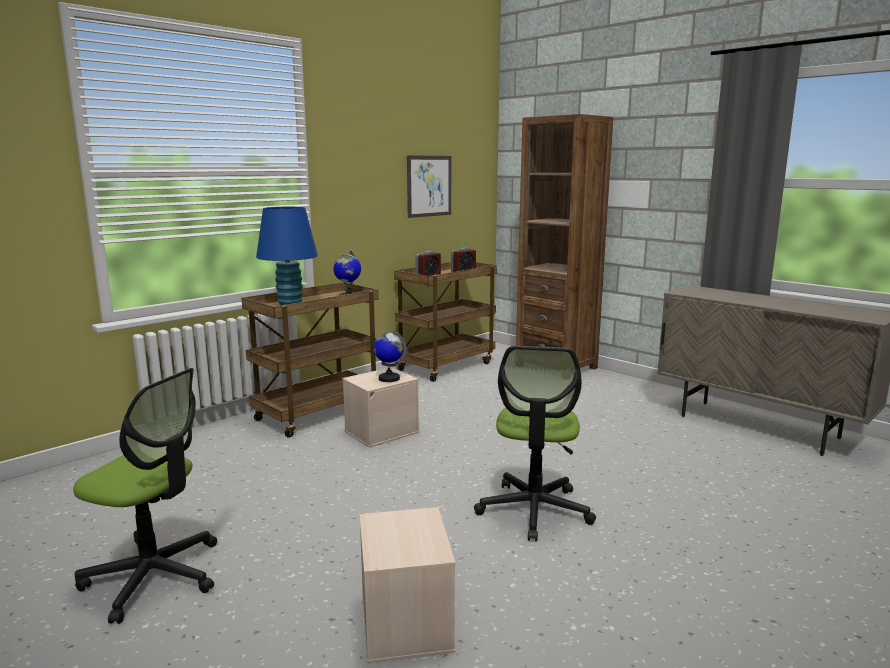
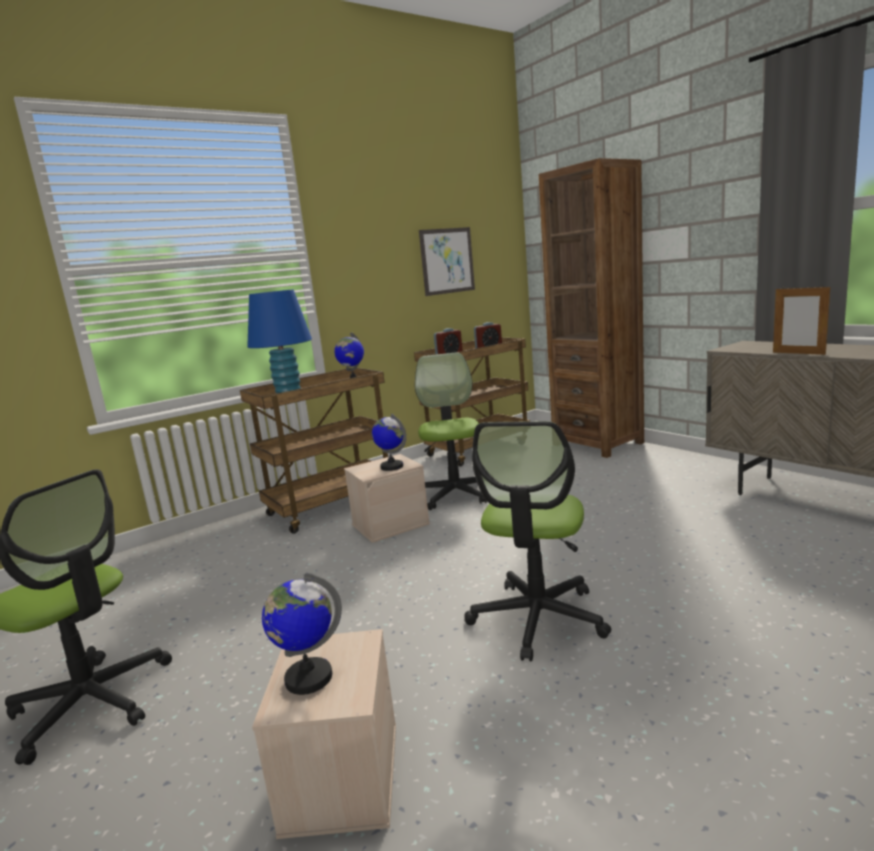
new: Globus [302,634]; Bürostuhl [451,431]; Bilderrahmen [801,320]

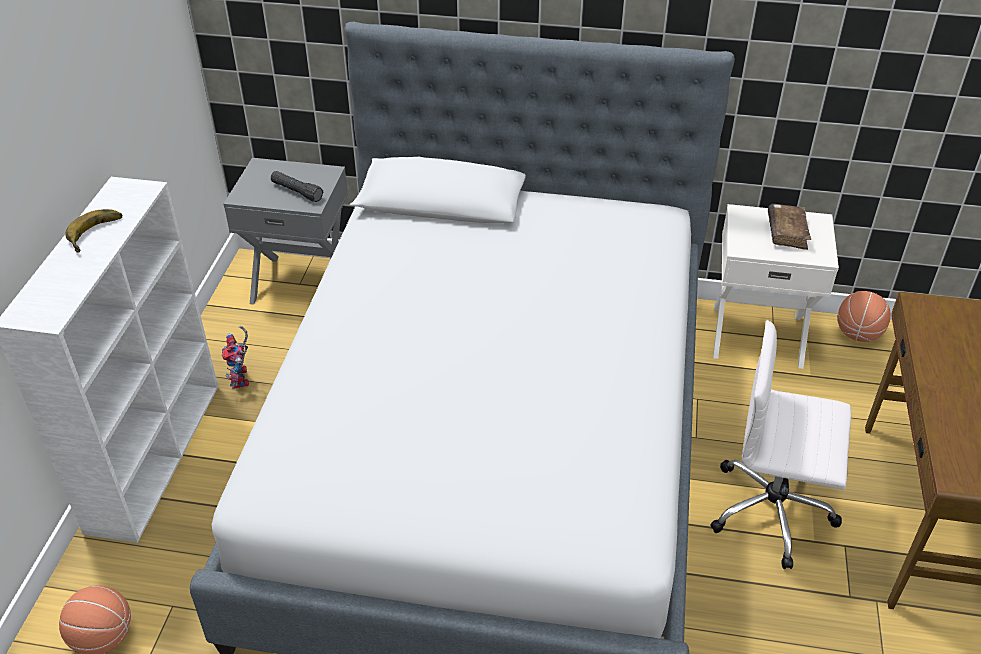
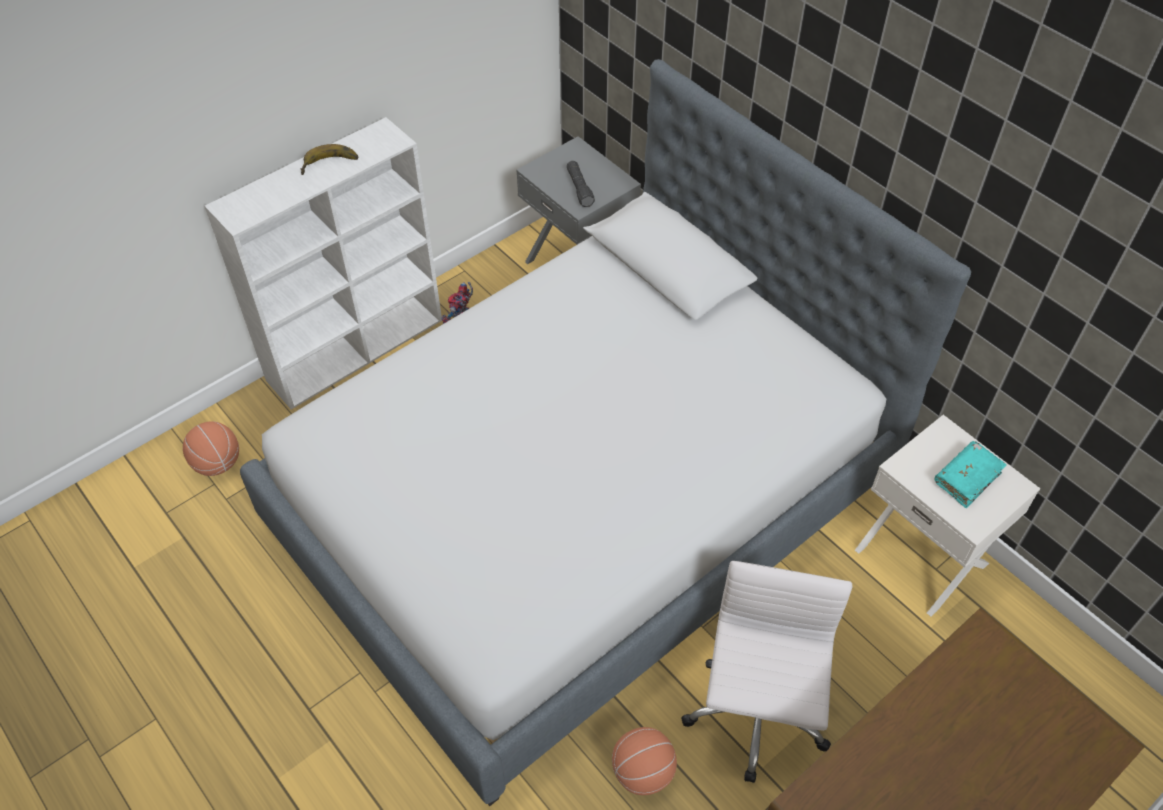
shifted: Basketball [864,316] to [644,761]
repainted: Buch/braun [789,227] to Buch/türkis [971,475]
rotated: Bürostuhl/weiß [780,444] = [767,672] 45 degrees clockwise

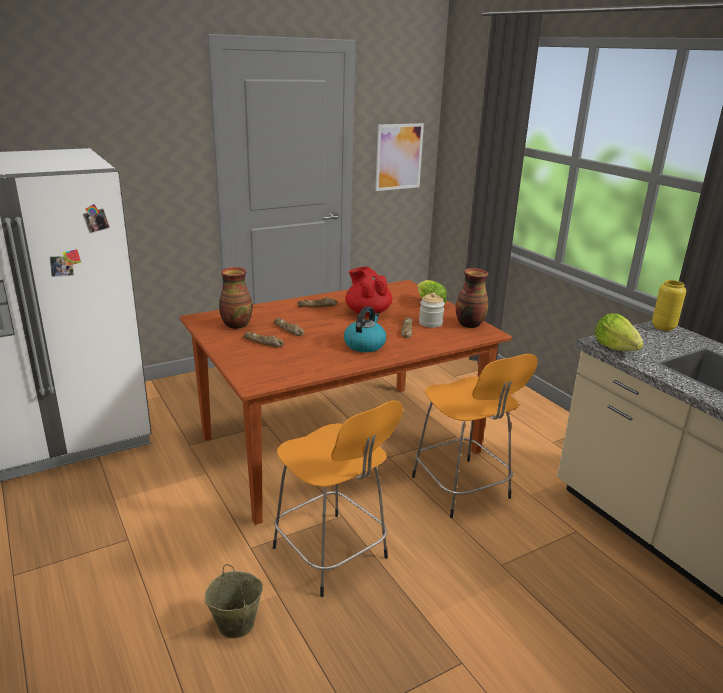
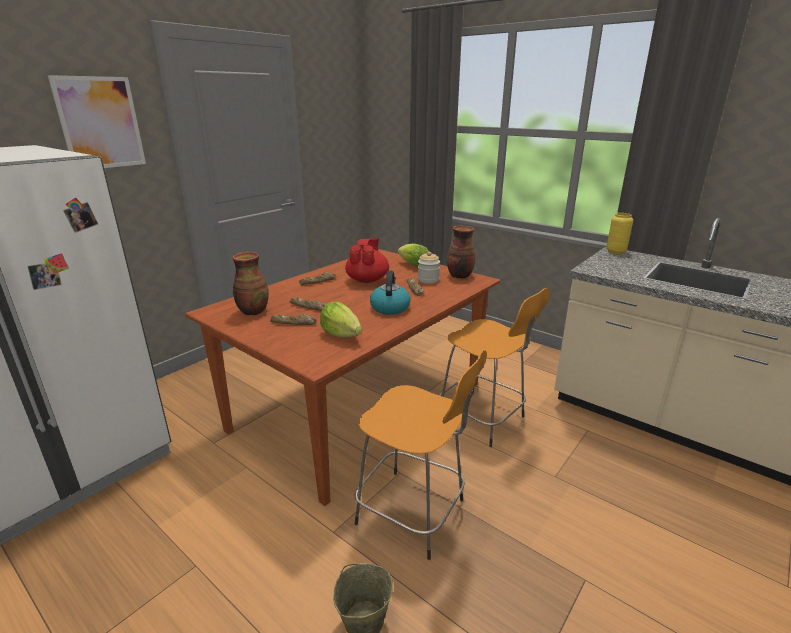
shifted: Bild [399,157] to [97,121]; Salatkopf [619,332] to [341,319]
rotated: Teekanne/rot [368,291] = [367,260] 60 degrees clockwise

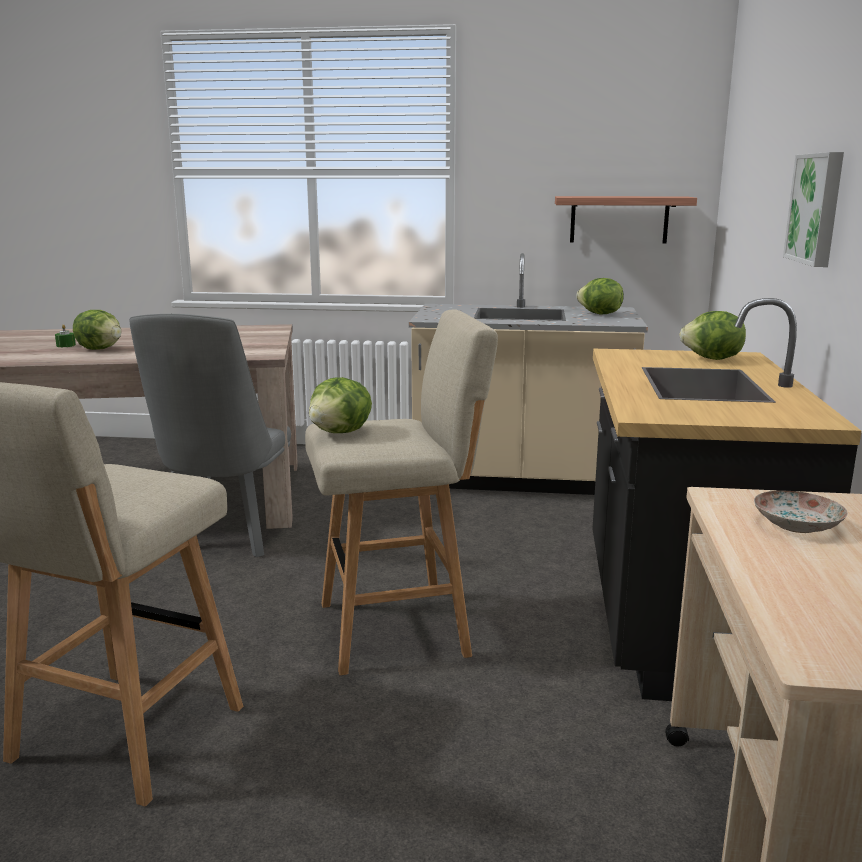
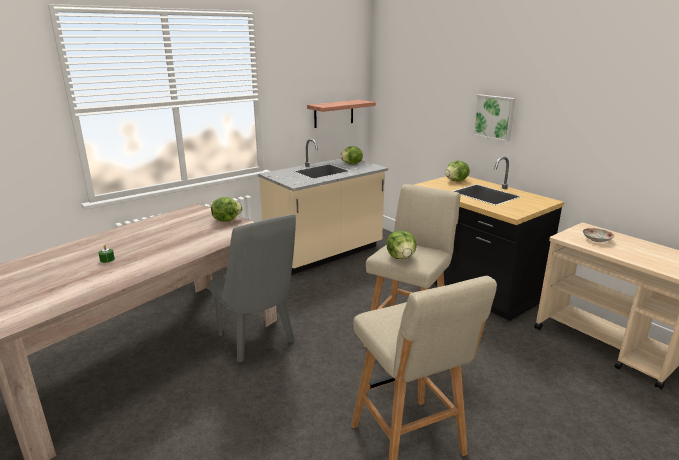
shifted: Salatkopf [97,330] to [227,209]

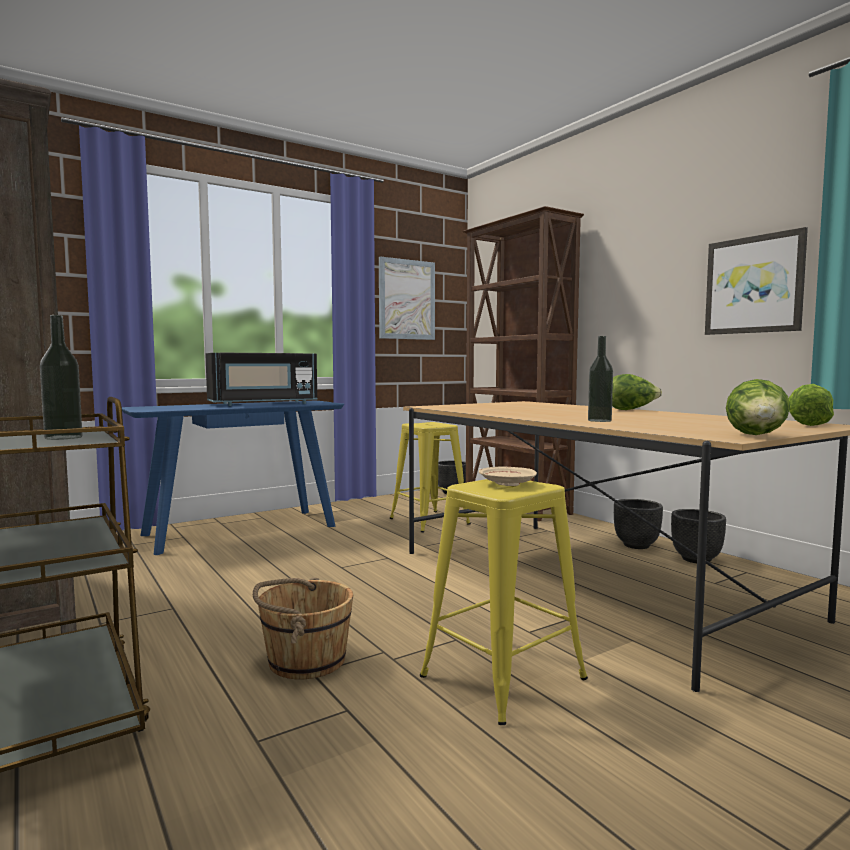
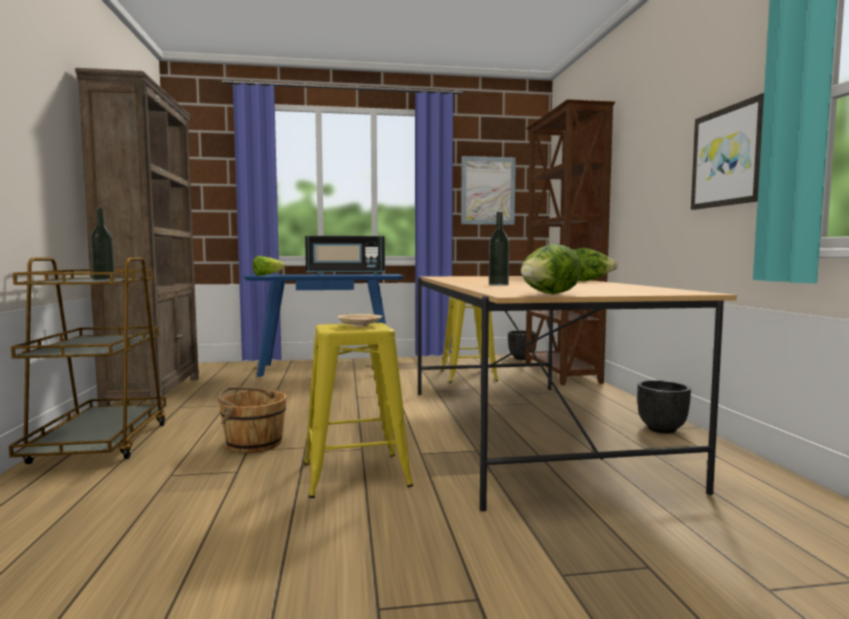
gone: Pflanzkübel/schwarz [638,524]
shifted: Salatkopf [811,405] to [269,266]

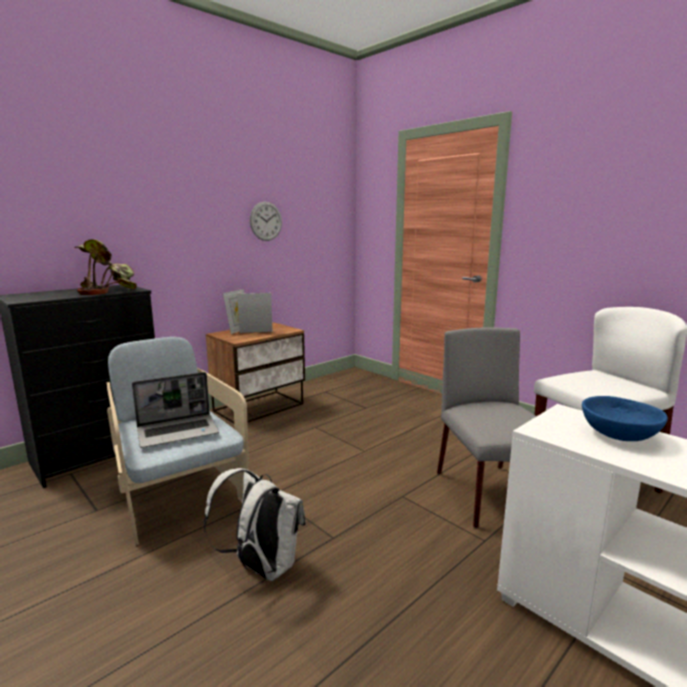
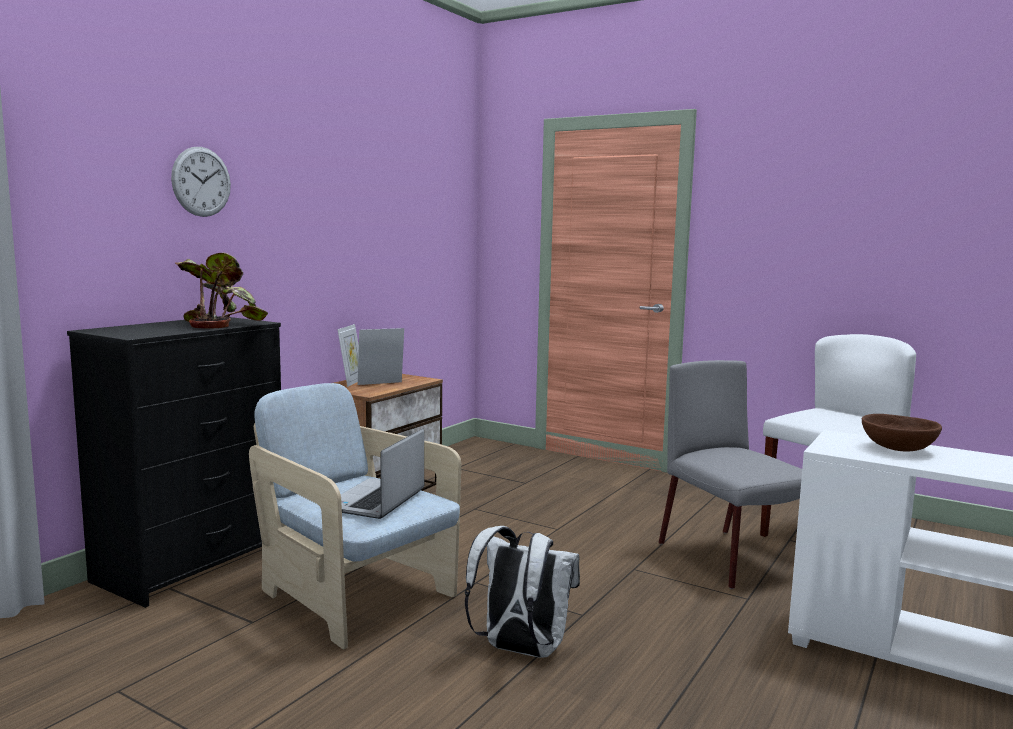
shifted: Wanduhr [266,221] to [201,182]
repainted: Schüssel/blau [625,418] to Schüssel/braun [902,433]
rotated: Laptop [175,410] = [382,474] 150 degrees clockwise

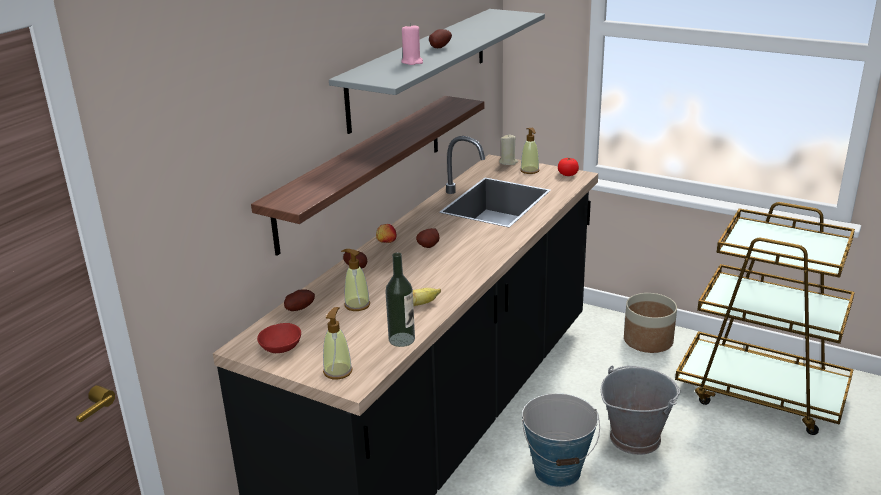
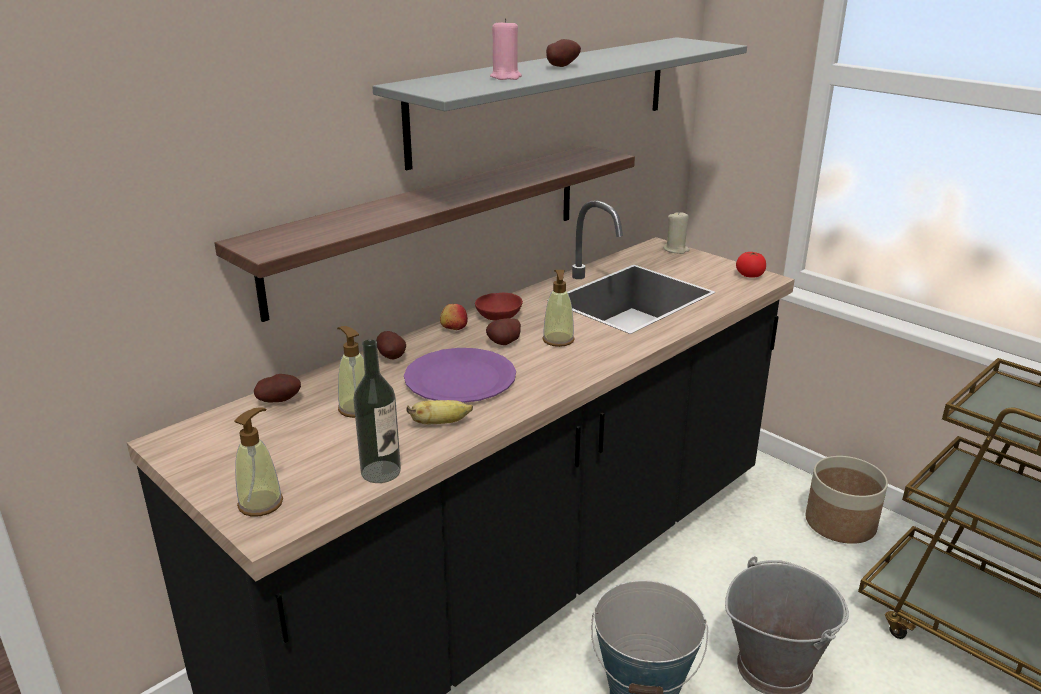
new: Teller/lila [460,375]
shifted: Schüssel/rot [279,338] to [499,306]; Seifenspender [530,150] to [558,308]

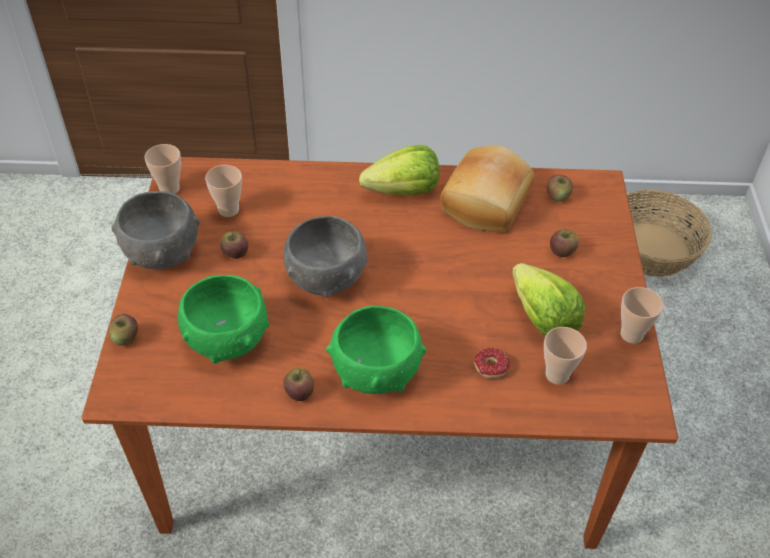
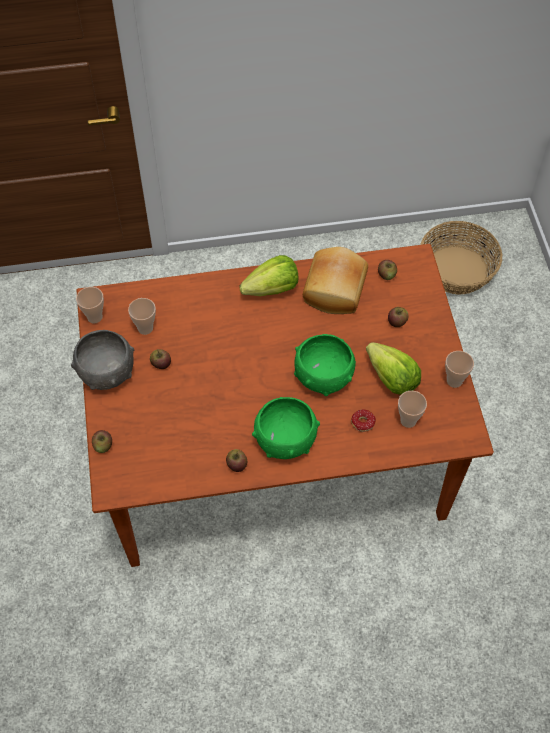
gone: Schüssel/grau [325,256]
shifted: Schüssel/grün [223,319] to [325,365]

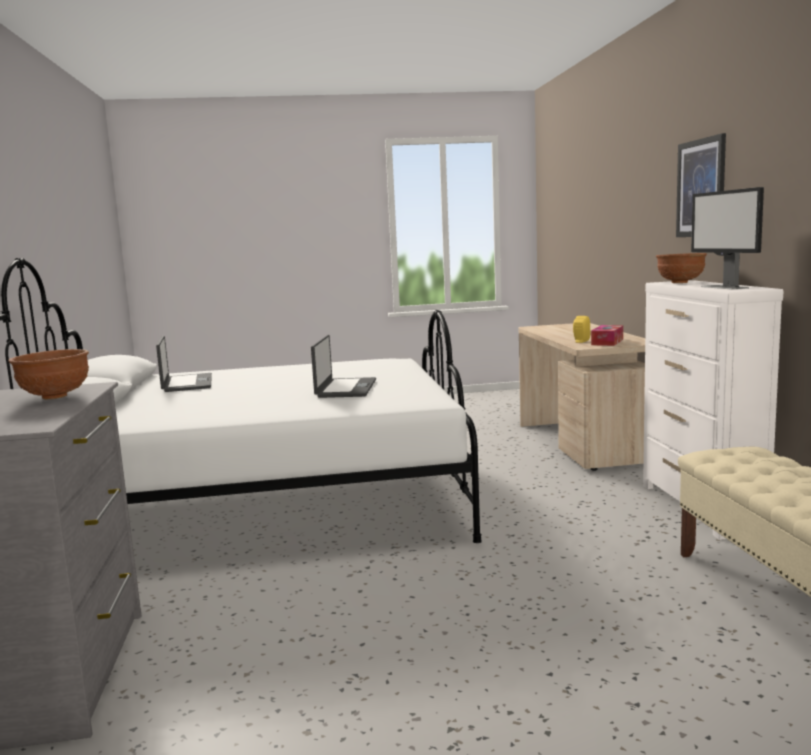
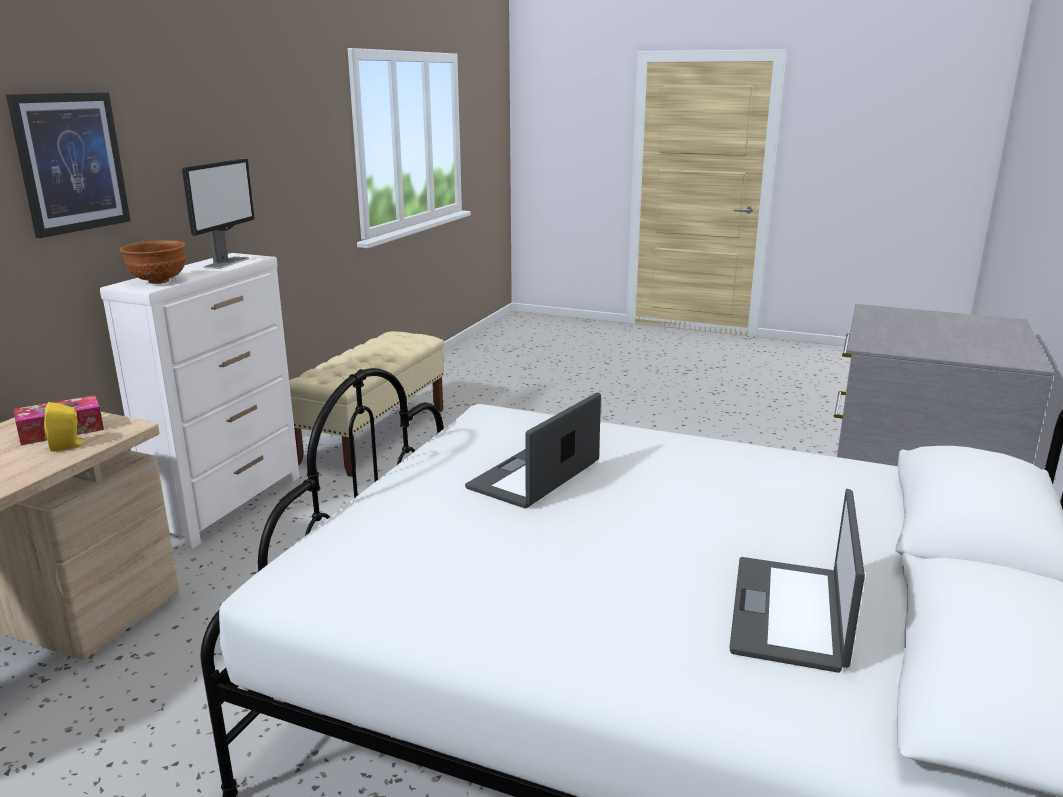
gone: Schüssel/braun [48,374]

